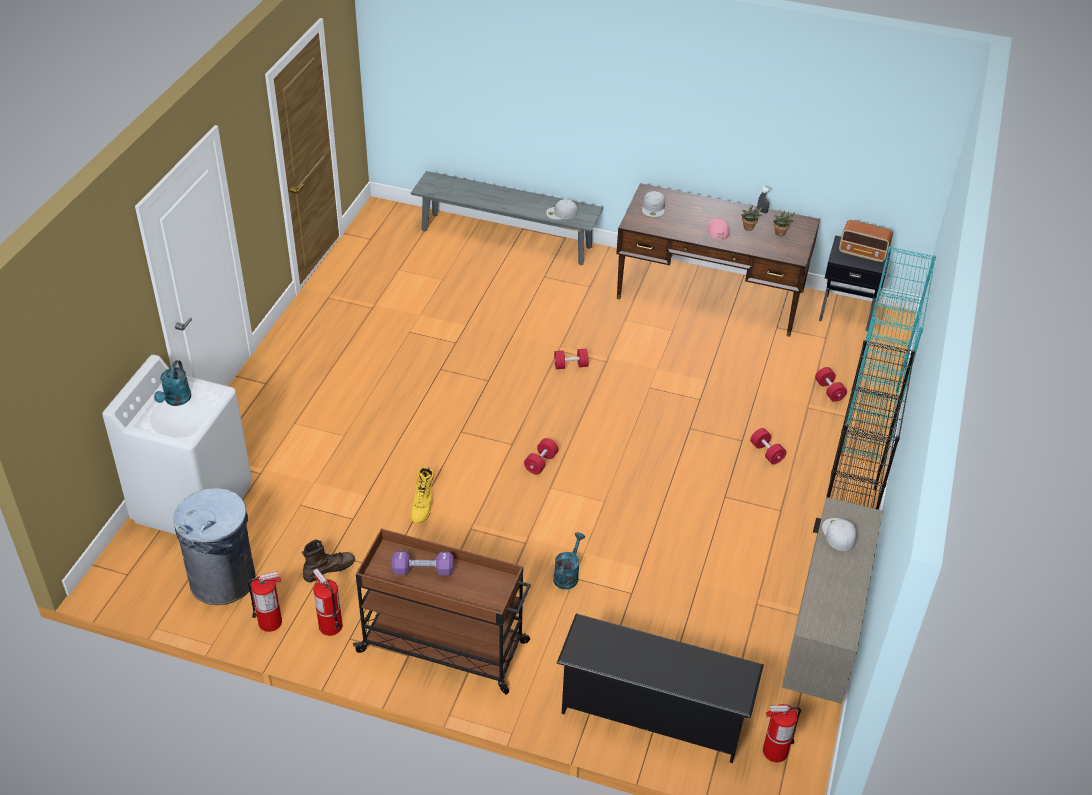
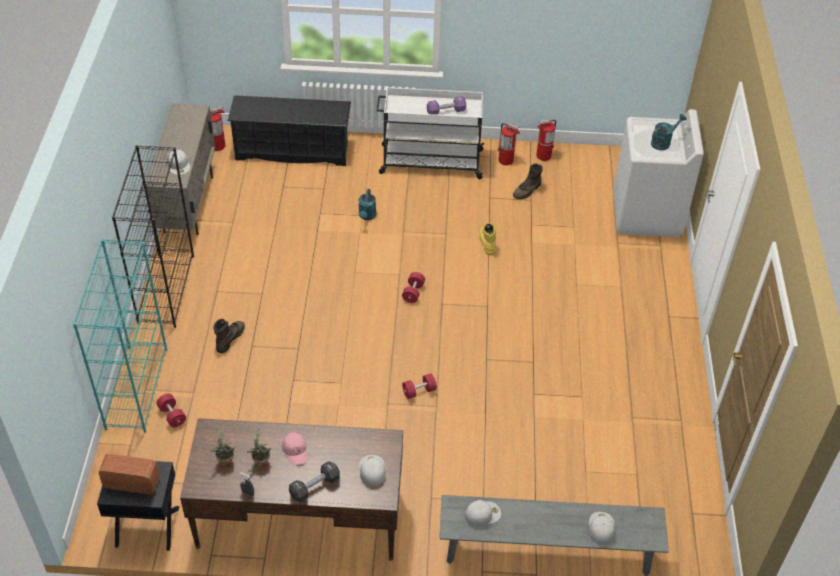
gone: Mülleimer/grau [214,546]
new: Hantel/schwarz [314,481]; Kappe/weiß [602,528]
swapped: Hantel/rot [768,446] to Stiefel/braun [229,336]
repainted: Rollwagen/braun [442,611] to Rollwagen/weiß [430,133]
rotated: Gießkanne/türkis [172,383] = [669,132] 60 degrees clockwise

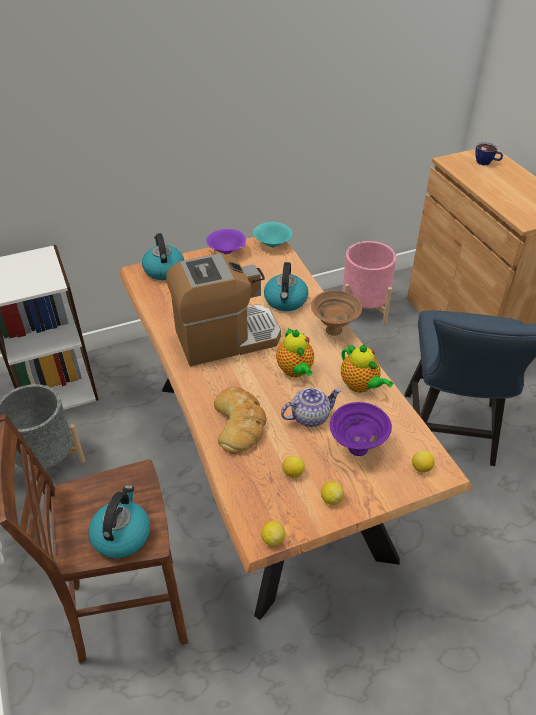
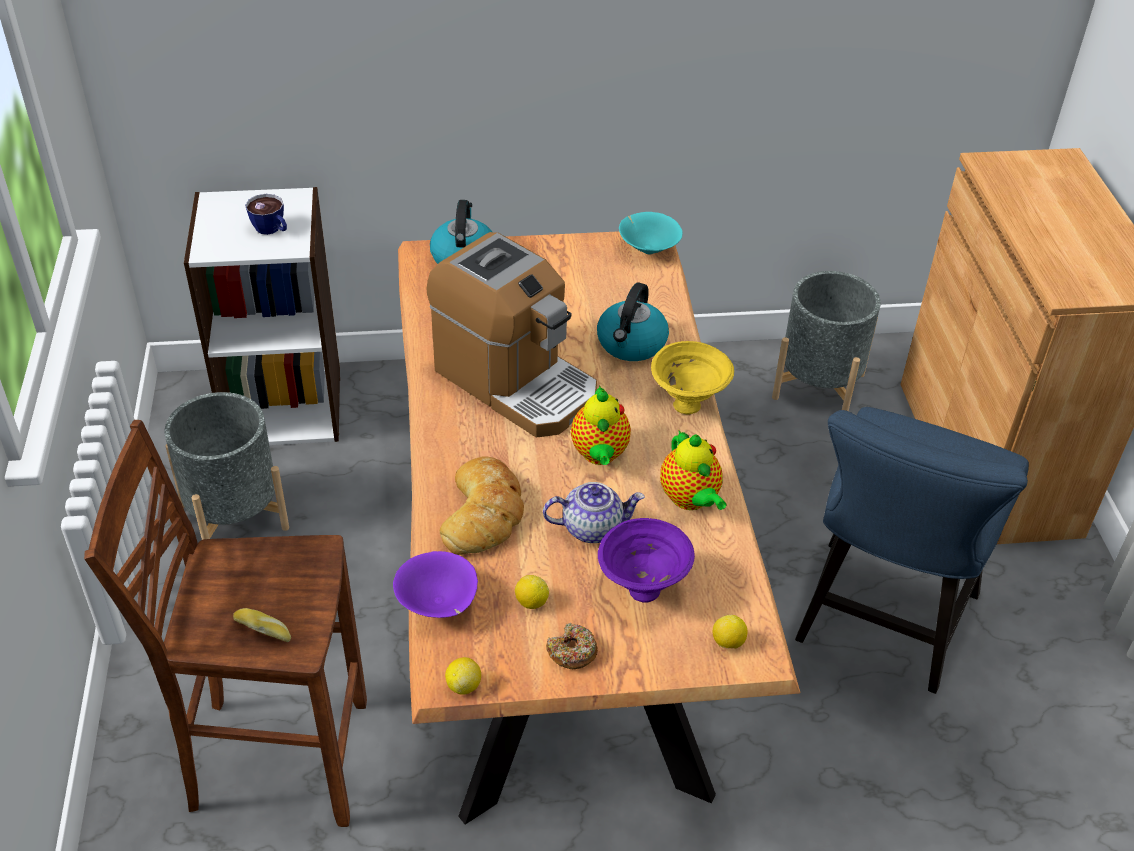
shifted: Tasse [489,153] to [266,214]; Schüssel/lila [226,241] to [435,584]
swapped: Wasserkessel [119,522] to Brot [262,625]; Zitrone [332,493] to Donut [572,646]
repainted: Schüssel/braun [336,312] to Schüssel/gelb [692,378]; Pflanzkübel/rosa [369,282] to Pflanzkübel/grau [826,341]
rotated: Kaffeemaschine [223,309] = [511,334] 45 degrees clockwise

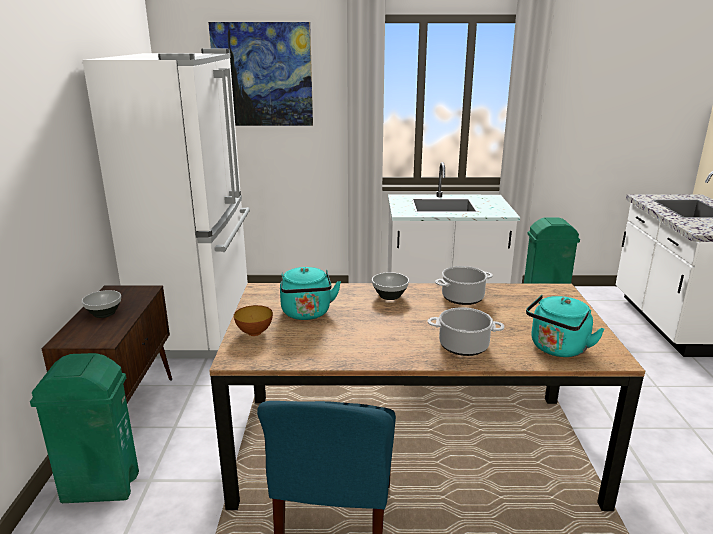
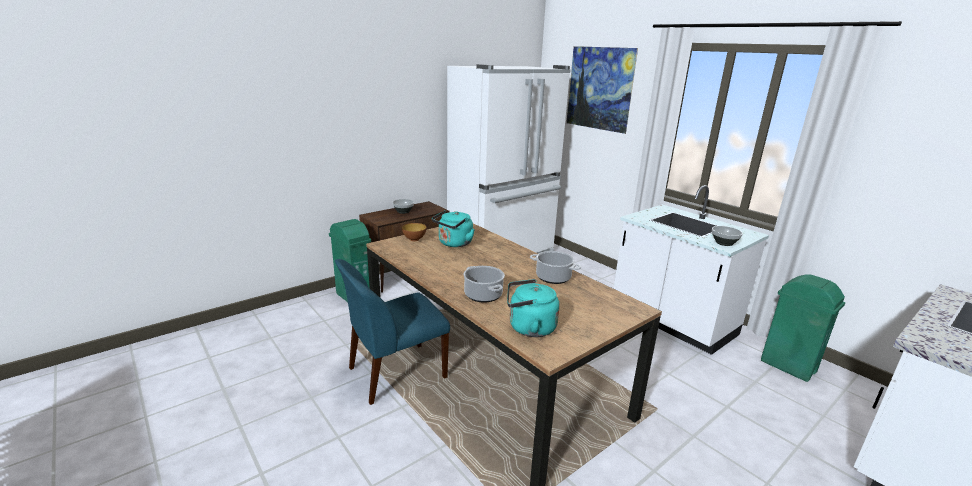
shifted: Schüssel [390,286] to [727,236]

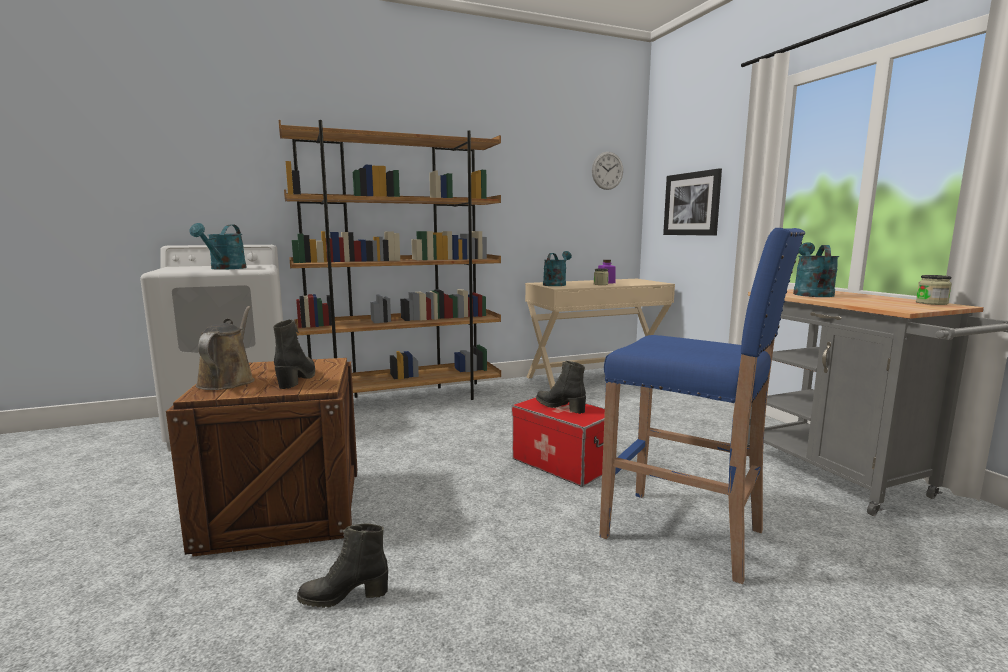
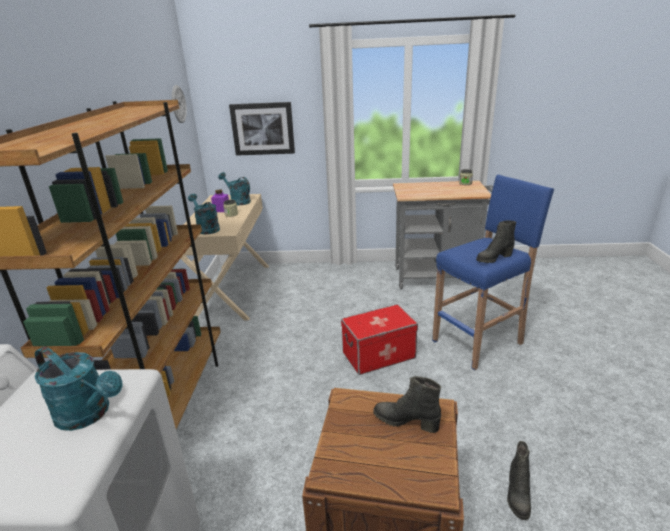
gone: Gießkanne/braun [225,348]
shifted: Gießkanne/türkis [816,269] to [234,188]; Stiefel/schwarz [561,387] to [496,241]

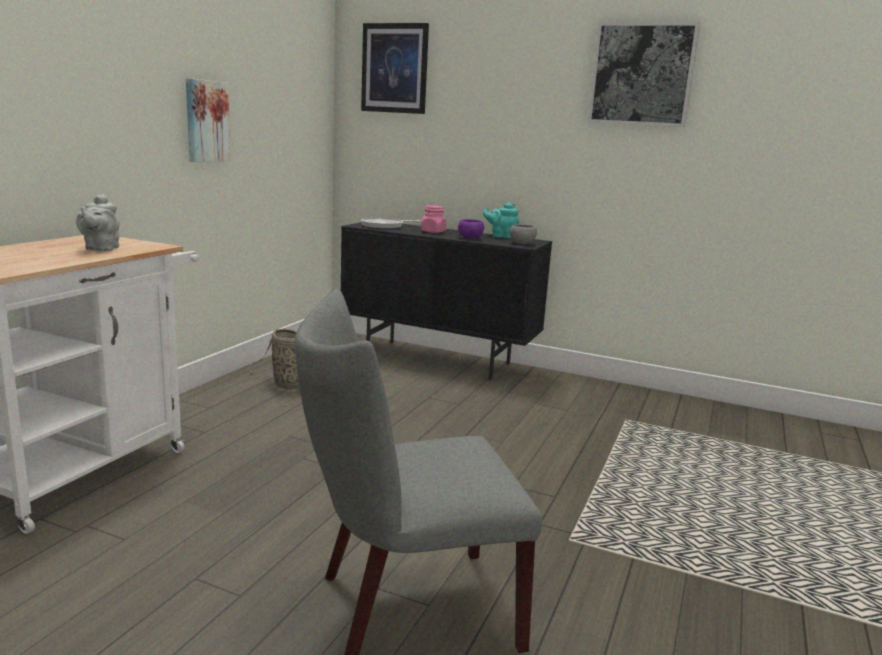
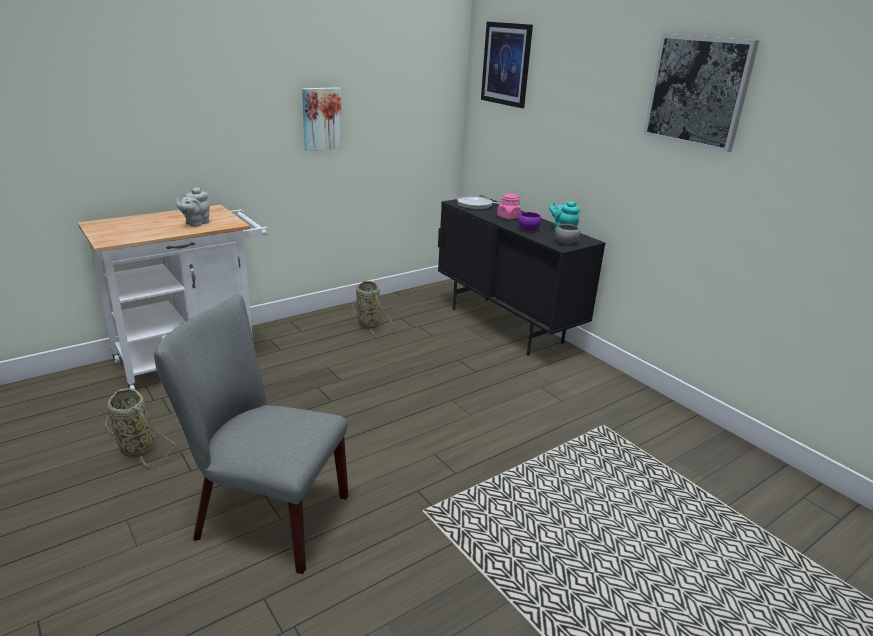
new: Korb [140,427]

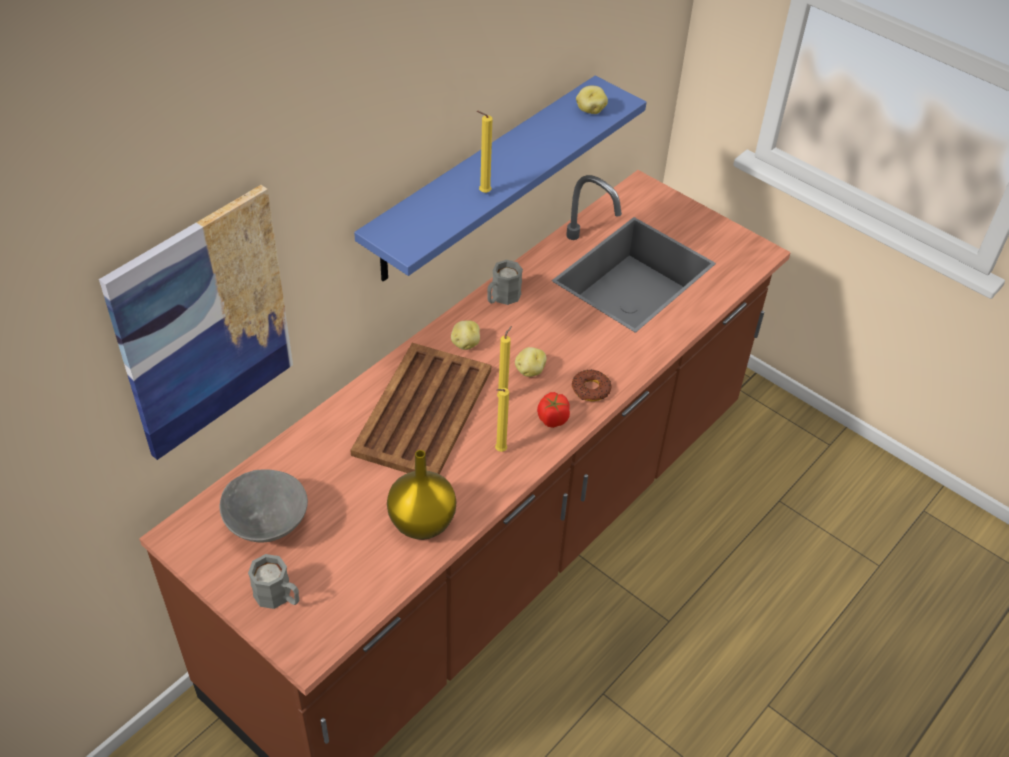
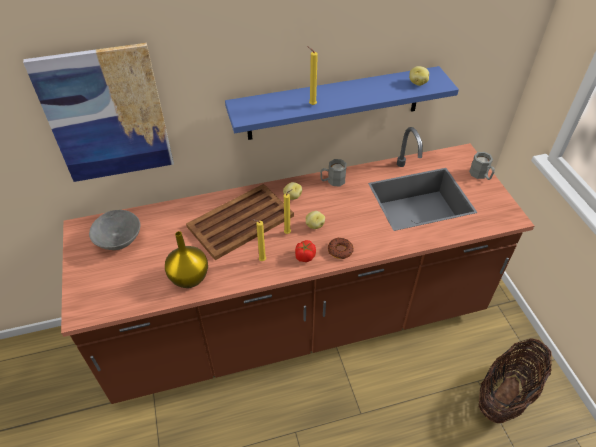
new: Korb [515,380]
shifted: Henkelbecher/grau [273,581] to [482,166]

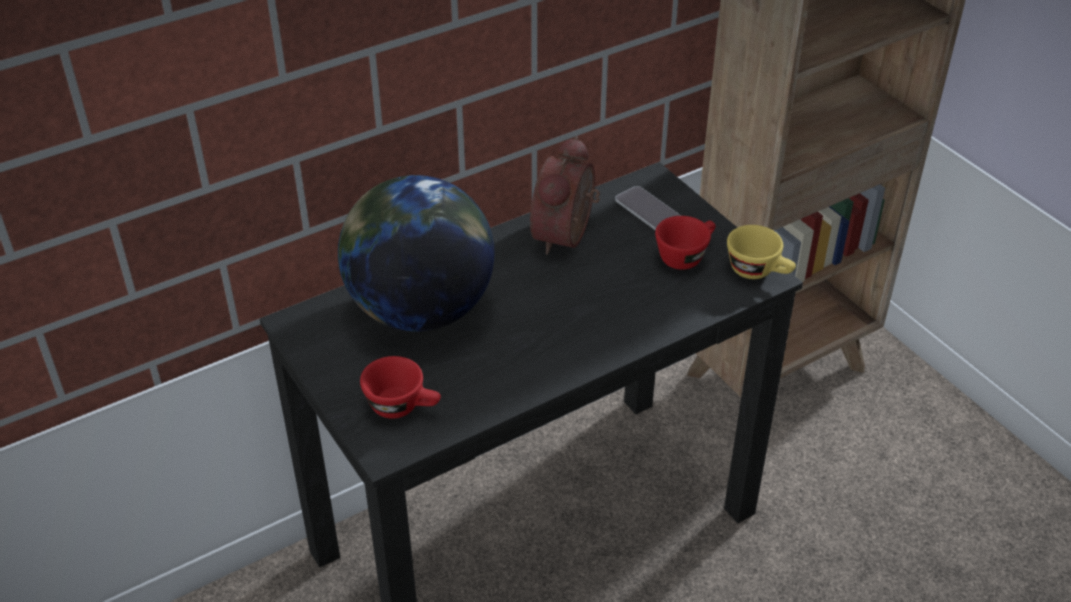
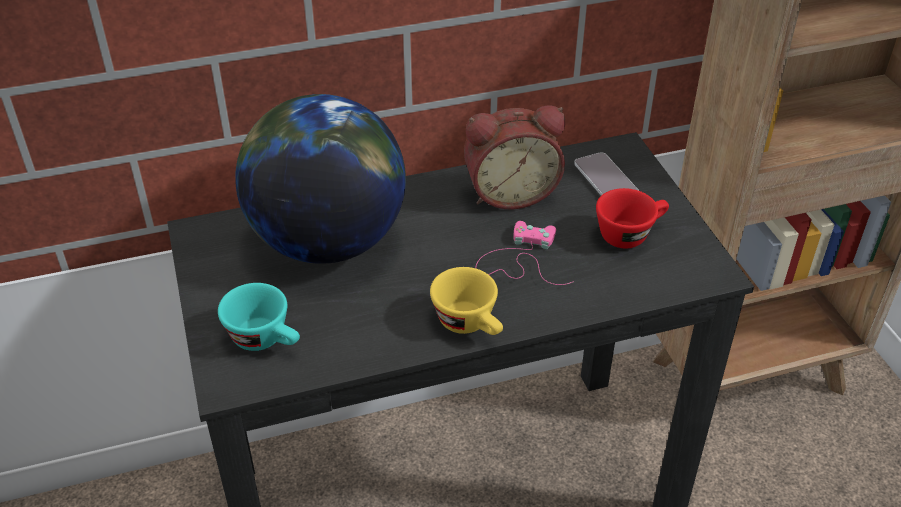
new: Gamepad/rosa [524,253]
shifted: Tasse/gelb [761,252] to [466,301]
repainted: Tasse/rot [400,387] to Tasse/türkis [259,317]
rotated: Wecker [565,195] = [514,157] 135 degrees counterclockwise

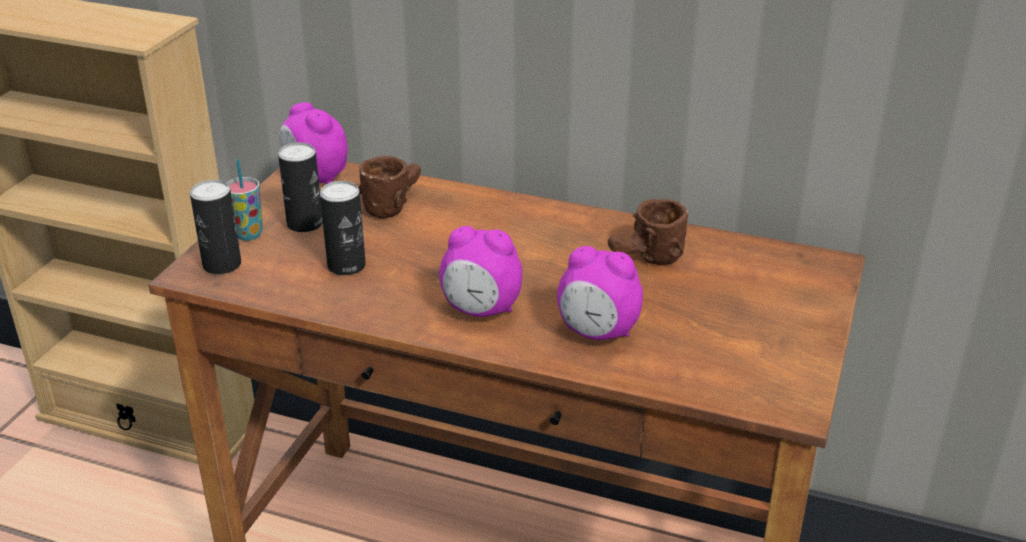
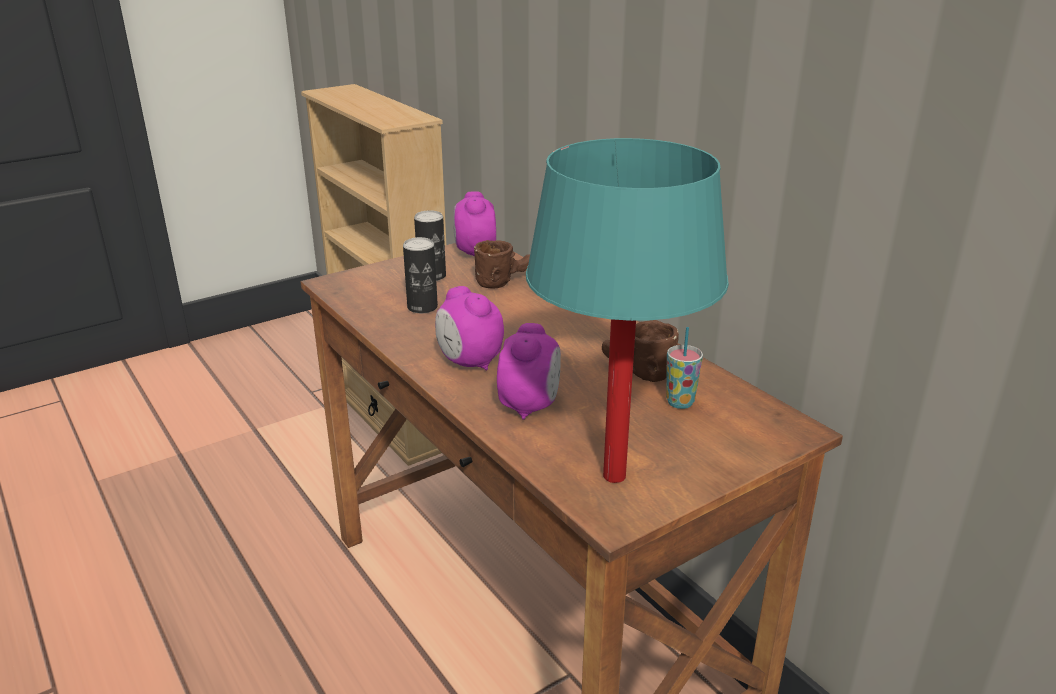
gone: Dose [215,227]
new: Tischlampe/türkis [627,310]
shifted: Tasse [245,199] to [684,368]
rotated: Wecker [600,293] = [529,371] 135 degrees counterclockwise

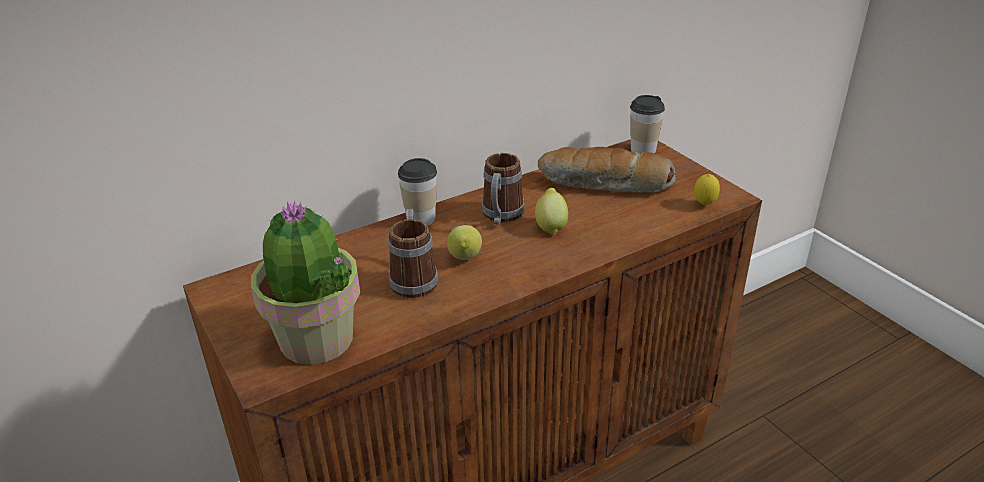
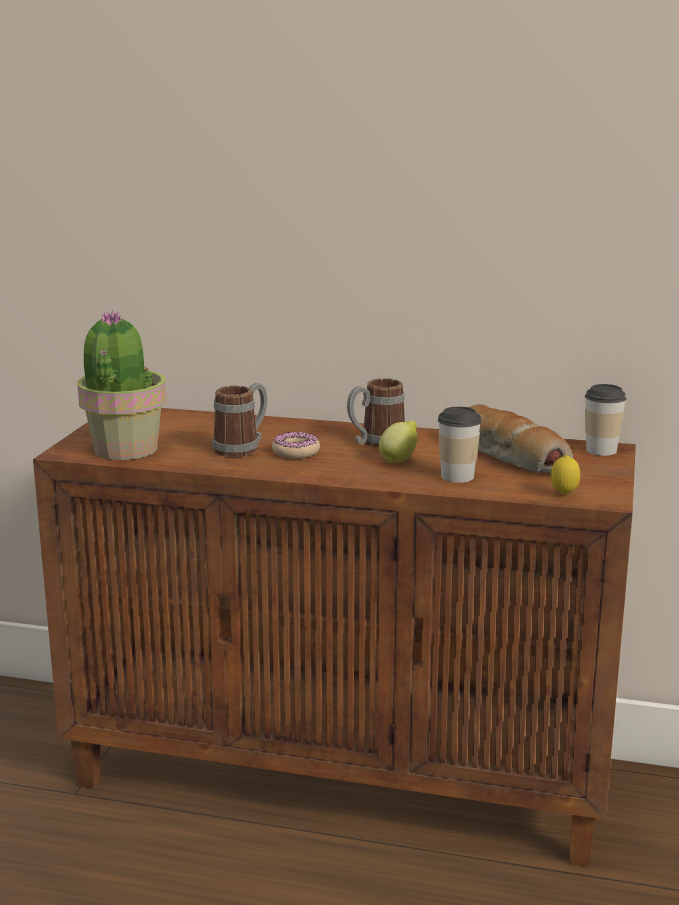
shifted: Tasse [417,191] to [460,444]
swapped: Zitrone [464,242] to Donut [296,445]

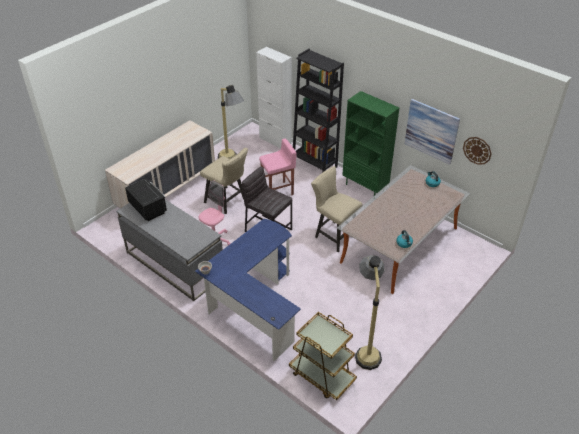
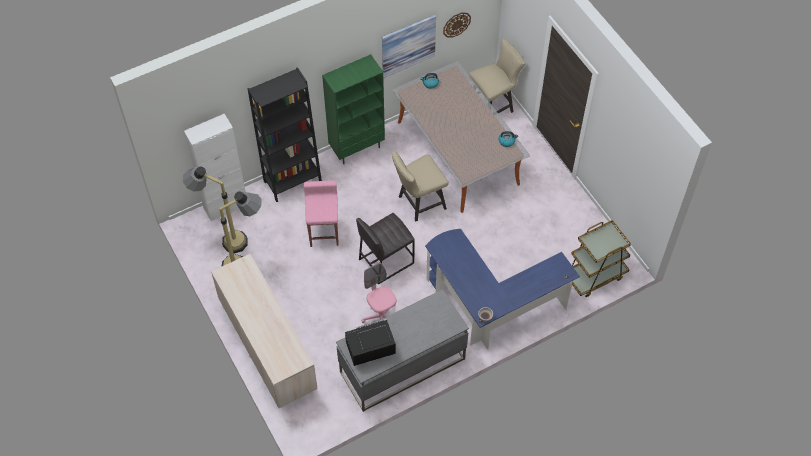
shifted: Stehlampe [370,312] to [215,210]; Stuhl/beige [224,181] to [497,75]

